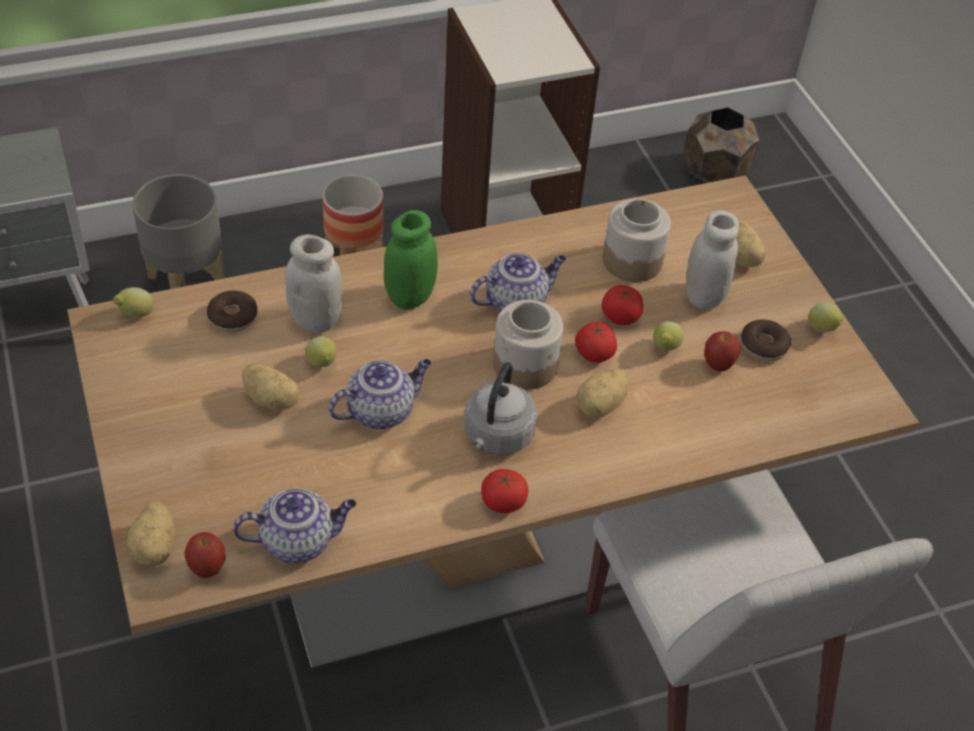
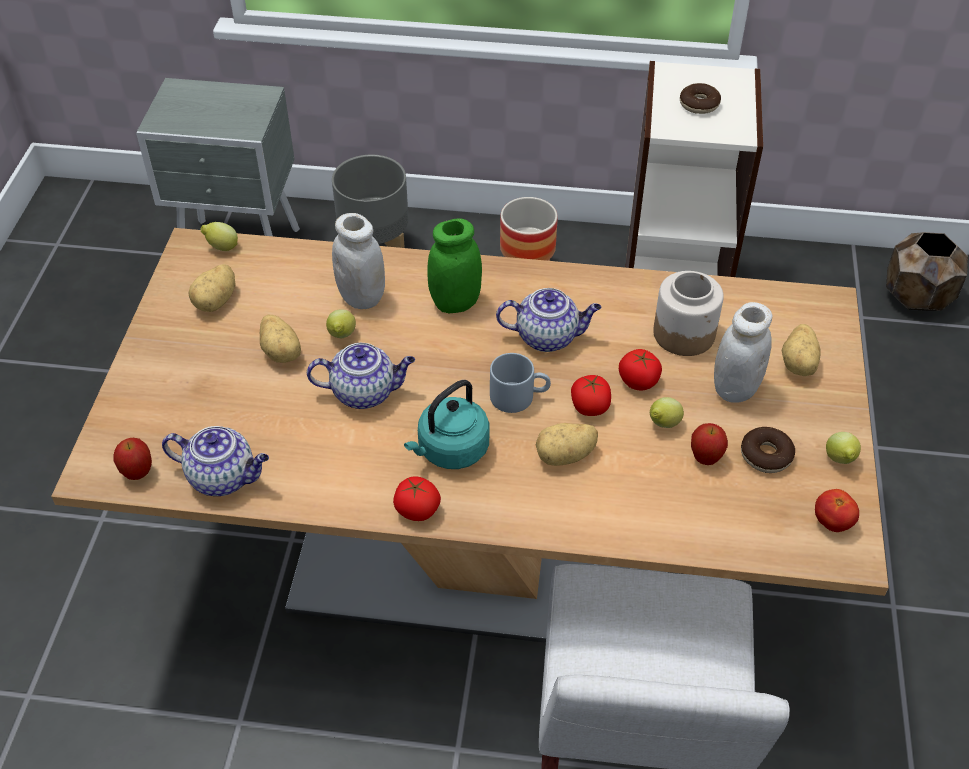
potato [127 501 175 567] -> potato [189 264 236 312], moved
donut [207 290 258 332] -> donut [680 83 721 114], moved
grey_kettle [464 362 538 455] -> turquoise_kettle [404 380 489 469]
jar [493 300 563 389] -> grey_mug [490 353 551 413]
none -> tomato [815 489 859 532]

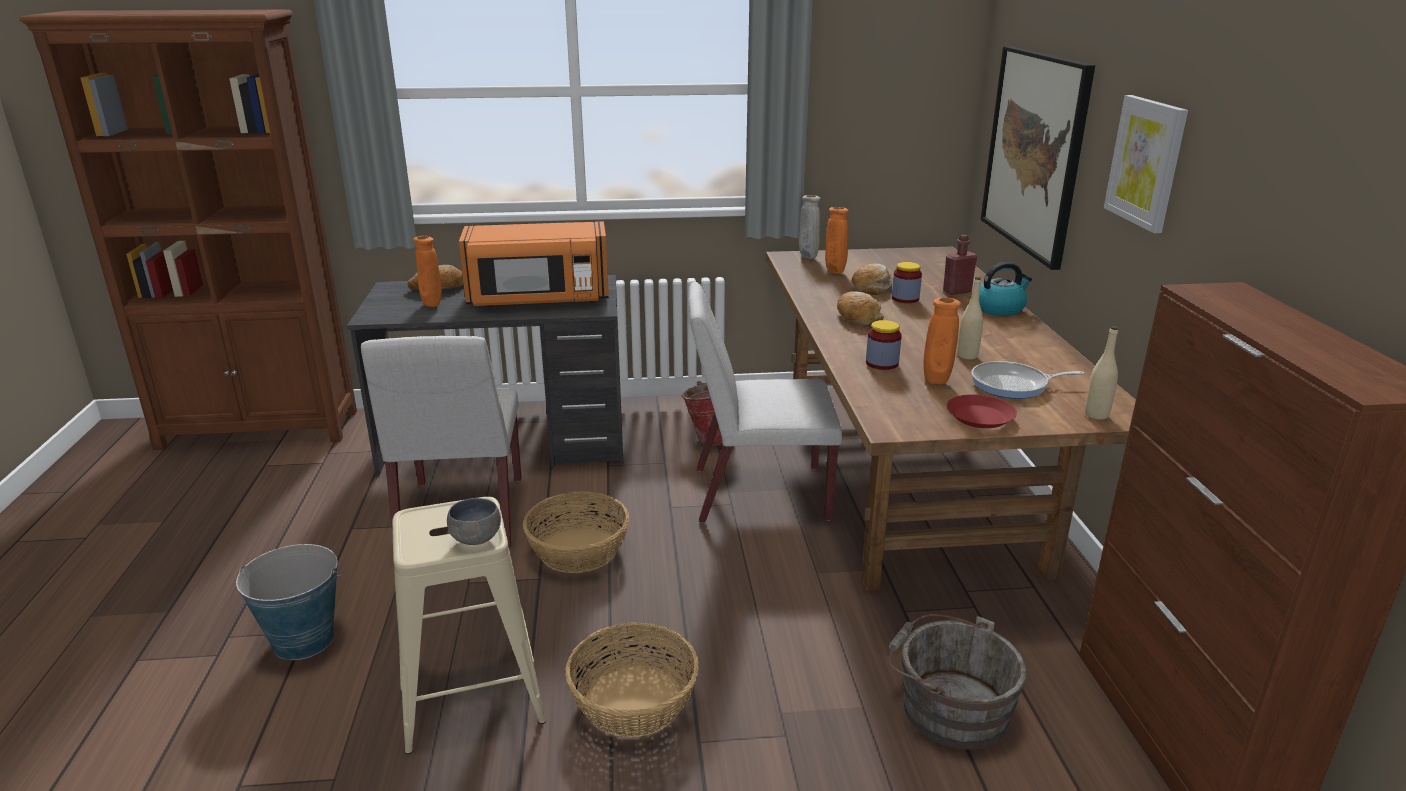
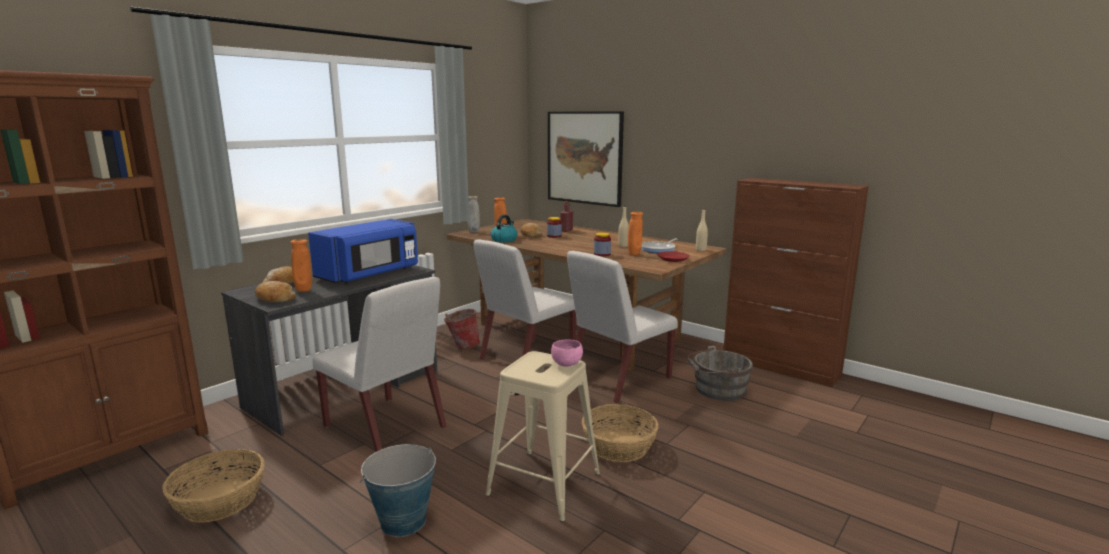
grey_bowl [447 498 501 545] -> pink_bowl [551 339 583 367]
orange_microwave [459 221 609 307] -> blue_microwave [308 219 418 283]
basket [523 491 629 573] -> basket [162 449 265 523], moved
bread [837 291 884 326] -> bread [255 281 296 302], moved
kettle [979 262 1032 316] -> kettle [491 215 518 242], moved
picture [1104 95 1188 233] -> none
none -> white_chair [567 251 678 403]

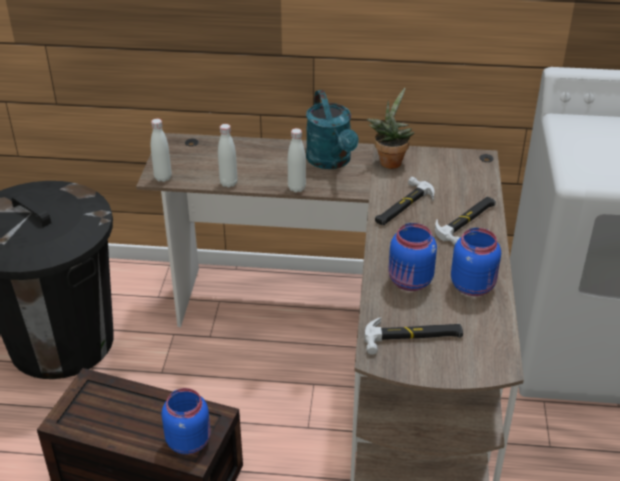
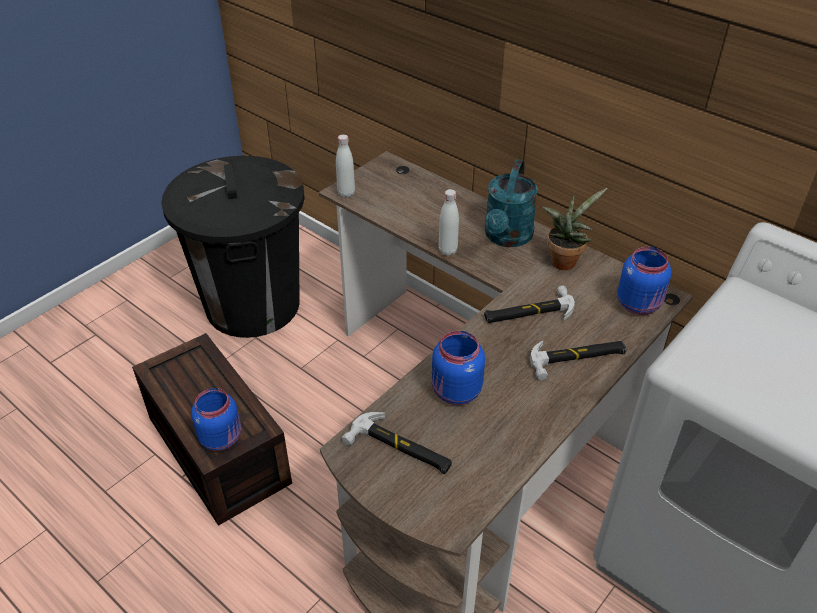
white_bottle [218 124 238 188] -> none
blue_jar [451 228 501 296] -> blue_jar [617 247 672 315], moved

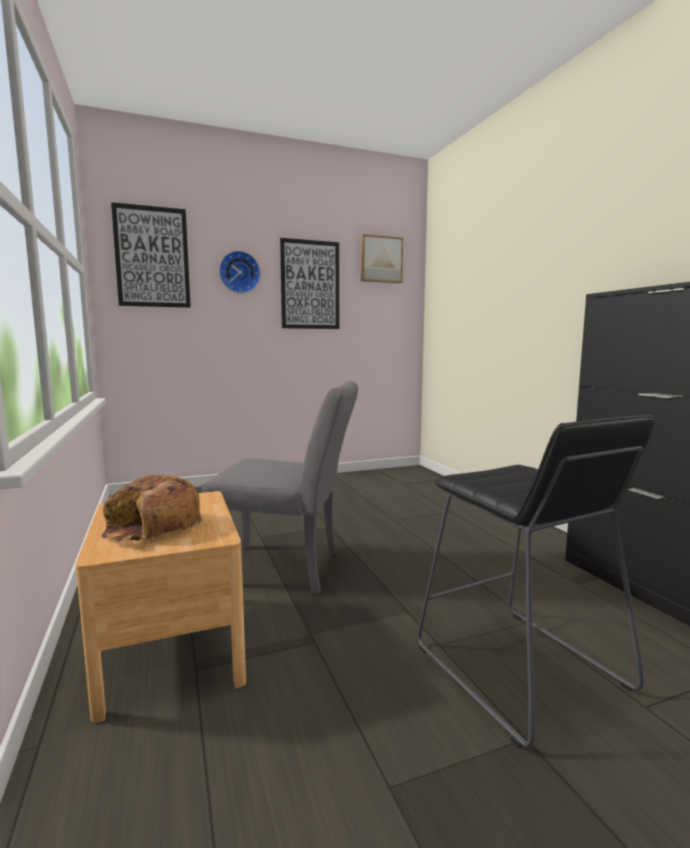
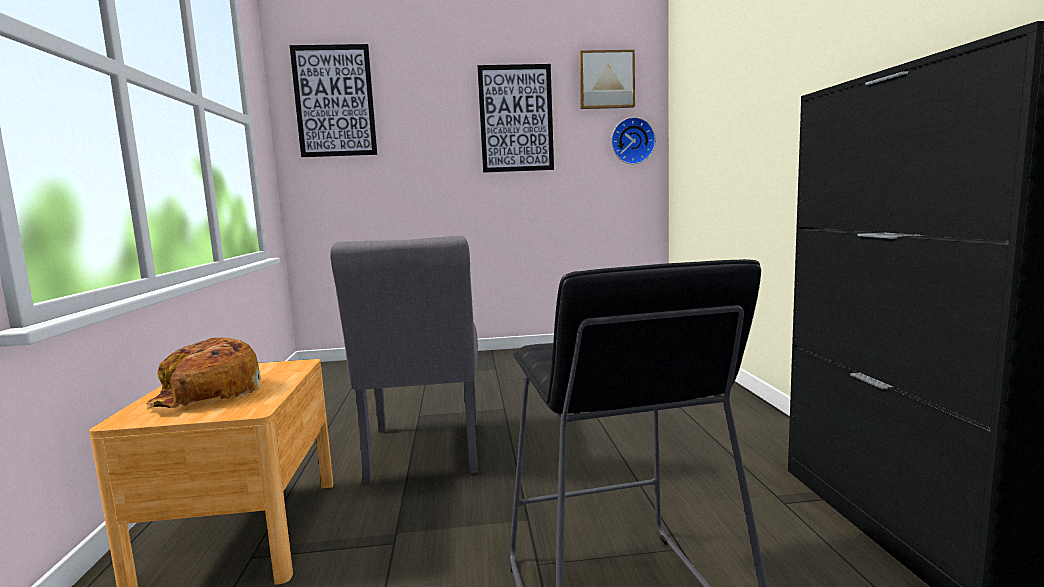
grey_chair [201 381 358 594] -> grey_chair [330 236 478 483], 60 degrees clockwise
wall_clock [219 251 261 294] -> wall_clock [611 117 656 164], moved

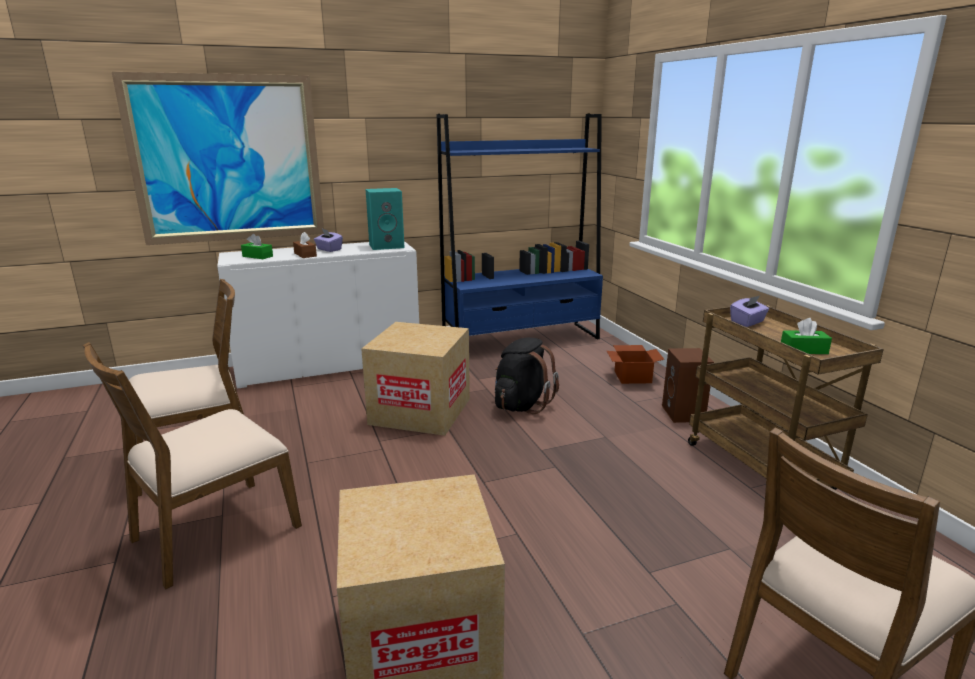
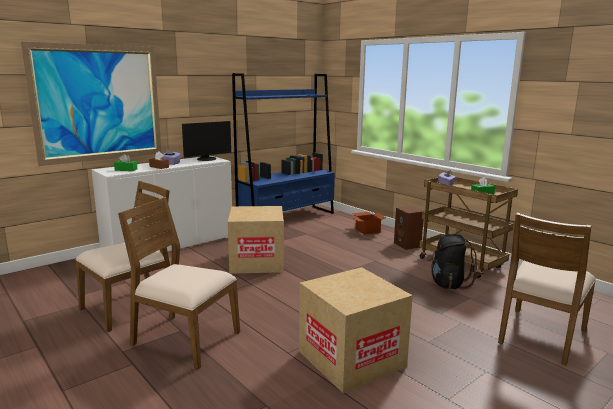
brown_chair [82 342 302 590] -> brown_chair [118 197 240 369], 90 degrees clockwise
turquoise_speaker [366 188 405 250] -> monitor [182 121 231 161]
black_backpack [495 338 559 414] -> black_backpack [428 234 478 289], moved

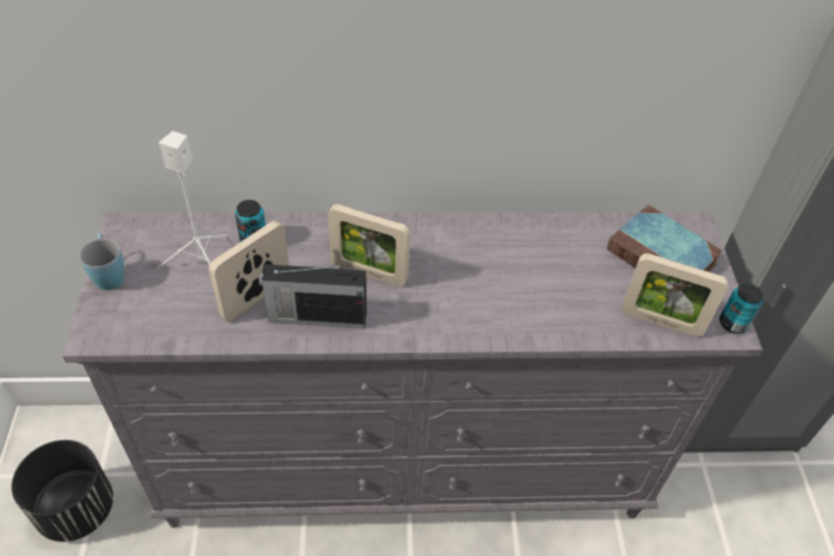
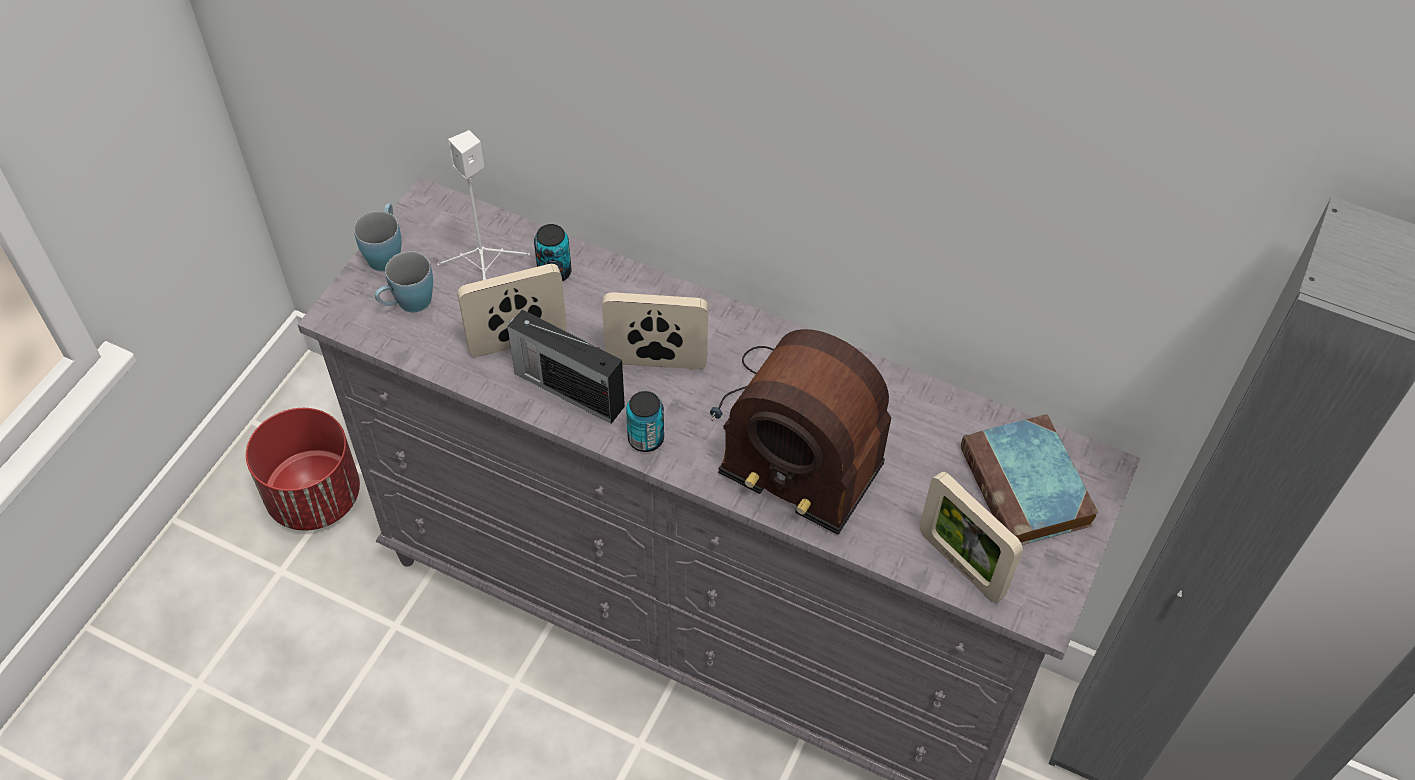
black_planter [11 440 113 542] -> red_planter [246 408 360 531]
picture_frame [328 204 410 286] -> picture_frame [602 292 708 369], 135 degrees clockwise
can [719 283 763 334] -> can [626 391 664 452], moved
none -> blue_mug [375 251 433 312]
none -> radio [710 329 891 535]

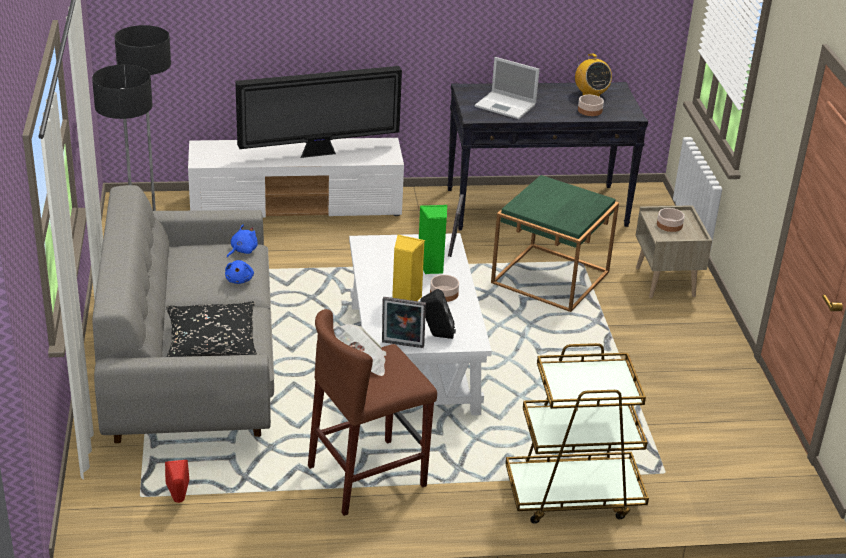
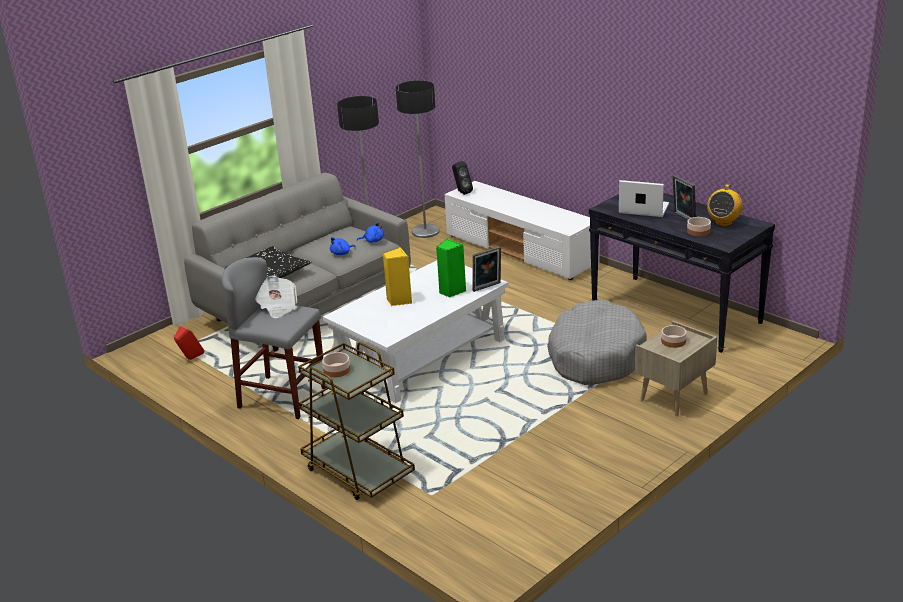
television [235 66 402 158] -> none
brown_stool [308 309 437 516] -> grey_stool [222 257 326 419]
picture_frame [382 297 426 348] -> picture_frame [673 175 696 220], moved
black_speaker [420 289 456 339] -> black_speaker [452 161 473 195], moved
bowl [430 275 459 302] -> bowl [322 352 350 377], moved
laptop [475 57 540 119] -> laptop [619 180 669 217], 120 degrees clockwise
green_side_table [491 175 619 312] -> grey_dog_bed [547 300 647 385]

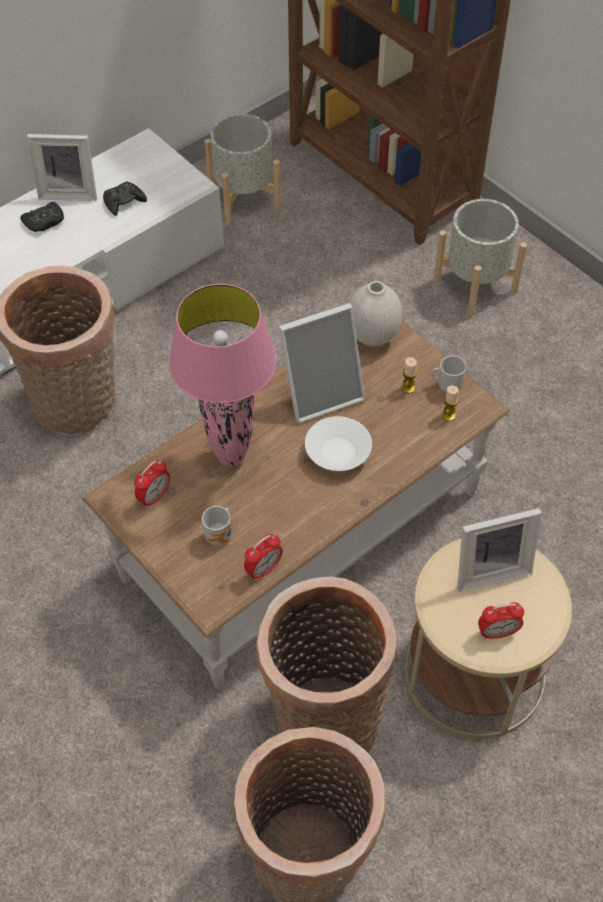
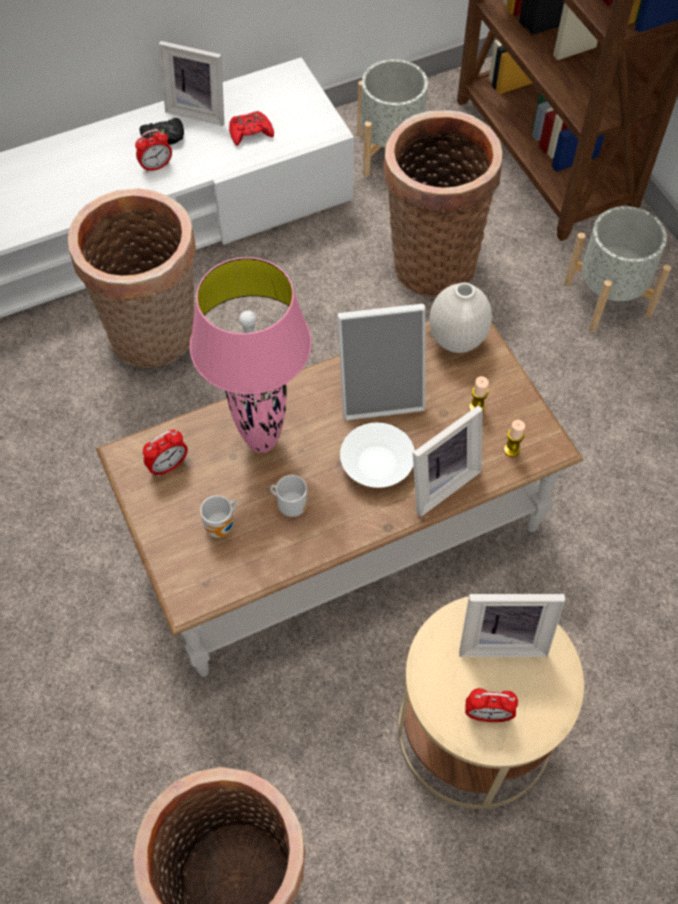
black_game_controller [103 181 147 216] -> red_game_controller [229 111 274 146]
alarm_clock [244 534 283 581] -> alarm_clock [135 129 172 173], moved
basket [256 577 397 753] -> basket [383 110 502 297], moved
mug [431 356 466 392] -> mug [270 475 307 517], moved
none -> picture_frame [413 405 483 516]

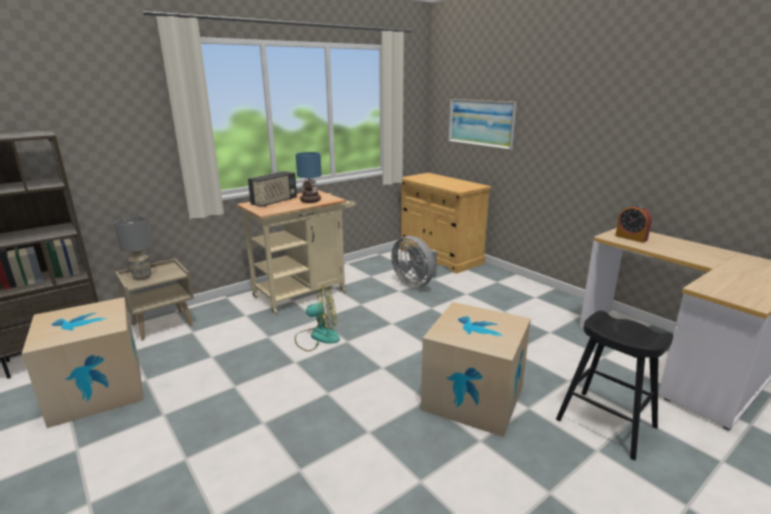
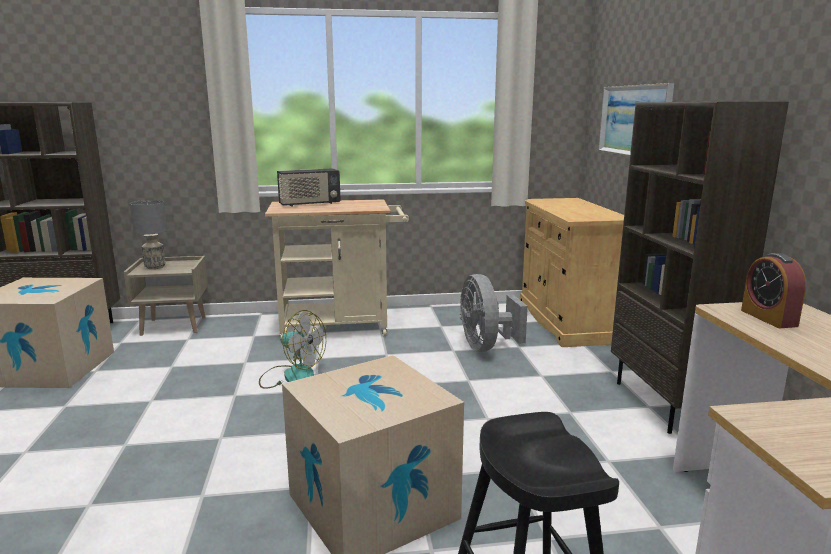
table_lamp [296 152 322 203] -> none
none -> brown_bookcase [611 102 789 434]

